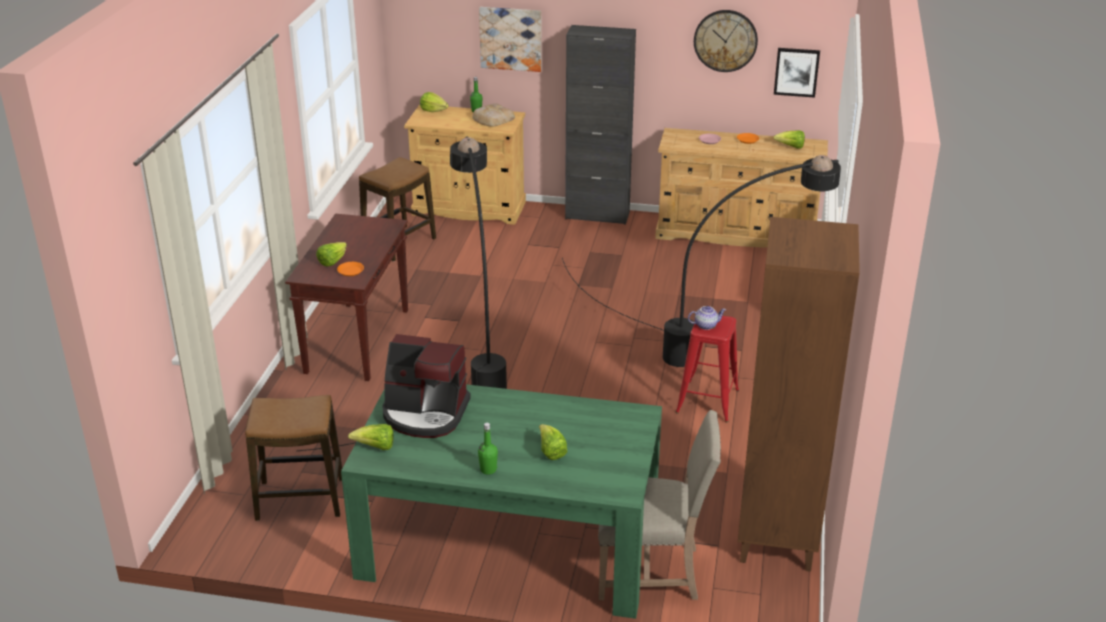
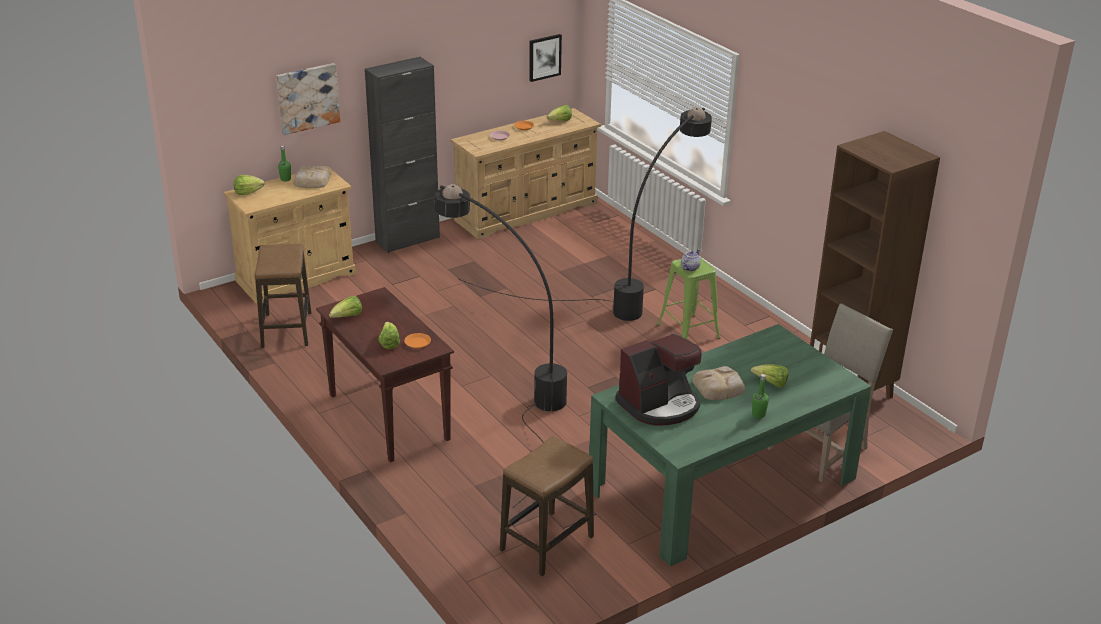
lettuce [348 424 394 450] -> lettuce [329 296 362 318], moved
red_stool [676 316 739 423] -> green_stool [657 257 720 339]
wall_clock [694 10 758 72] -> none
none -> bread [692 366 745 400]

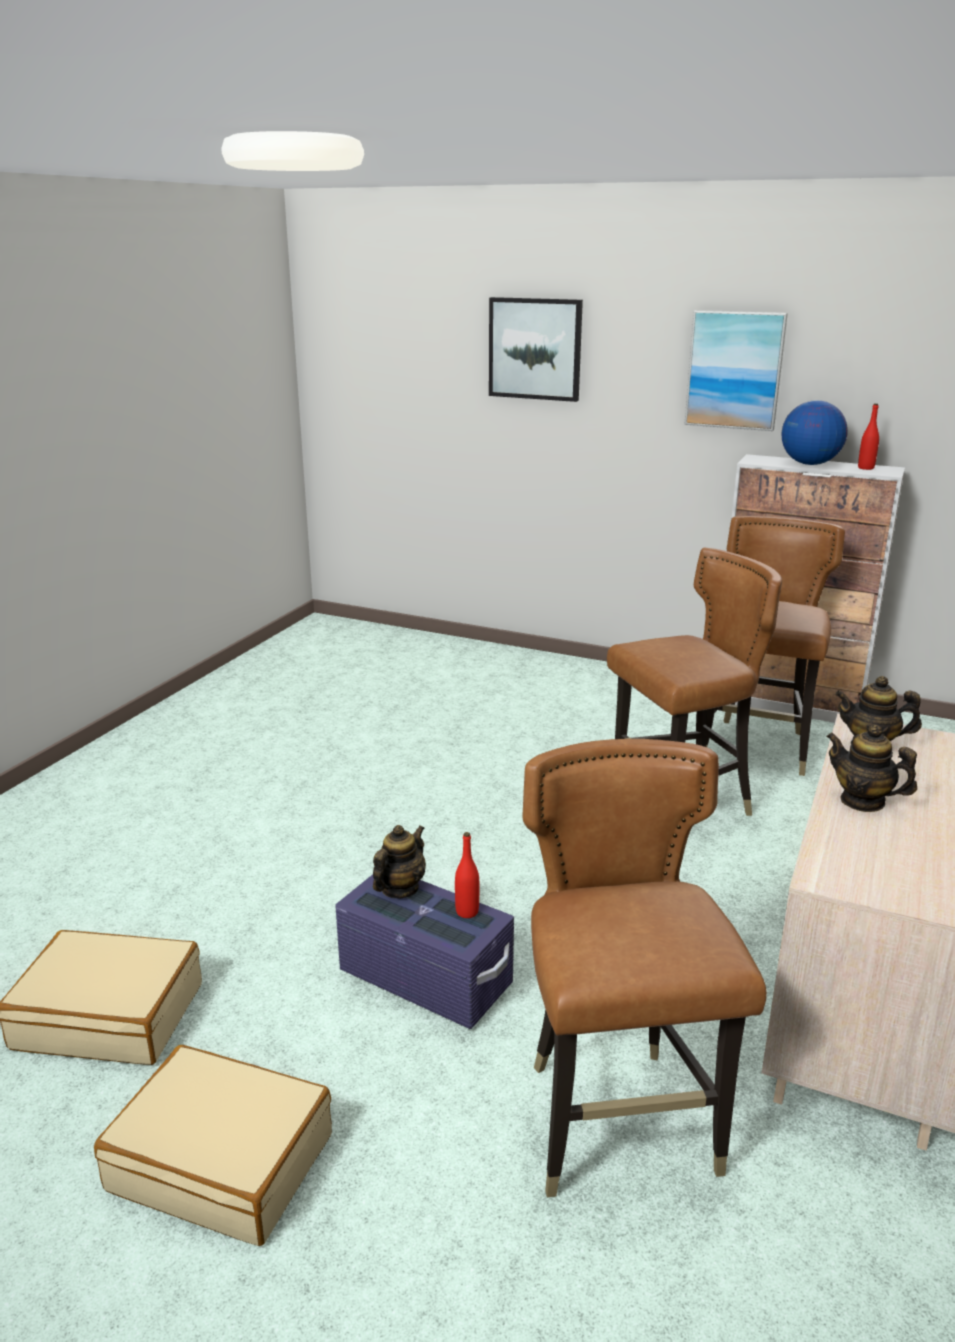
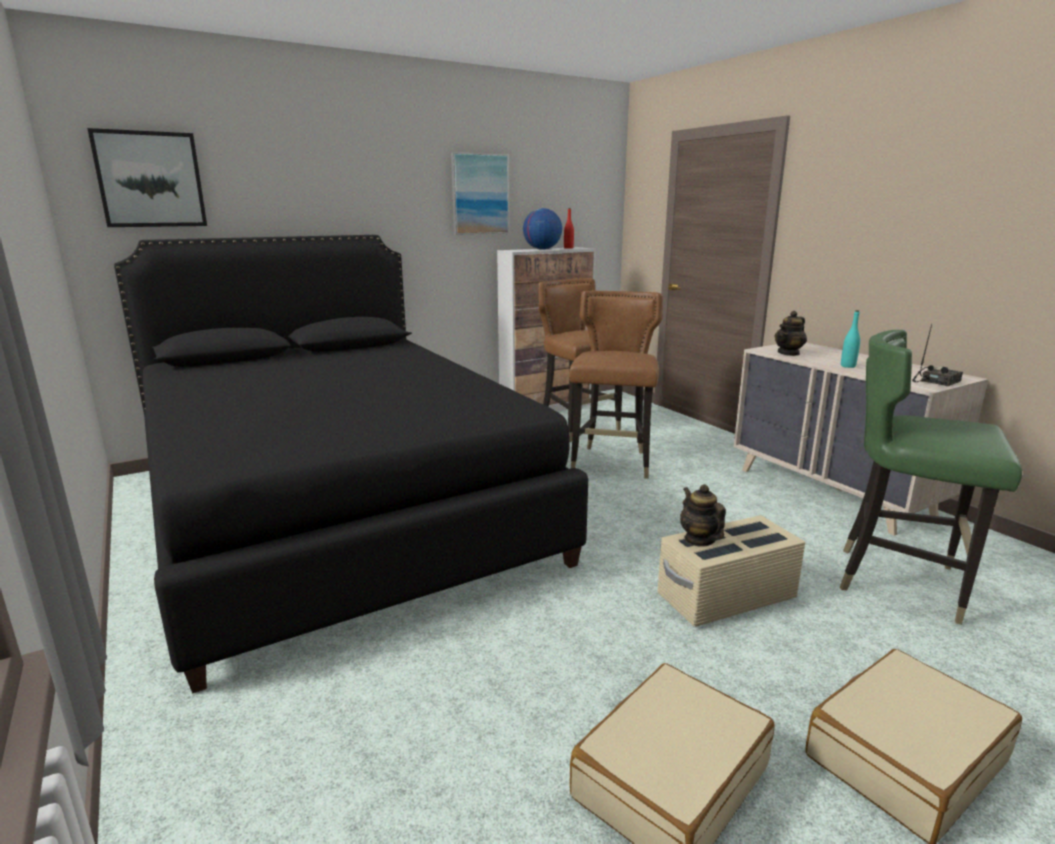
purple_storage_box [335 874 514 1029] -> beige_storage_box [657 515 805 627]
red_bottle [455 832 479 918] -> none
picture [489 297 583 402] -> picture [87 128 207 227], moved
brown_chair [522 739 767 1197] -> green_chair [840 330 1022 625]
teapot [826 725 917 812] -> turquoise_bottle [841 310 860 368]
none -> black_bed [114 235 588 694]
none -> radio [912 324 963 386]

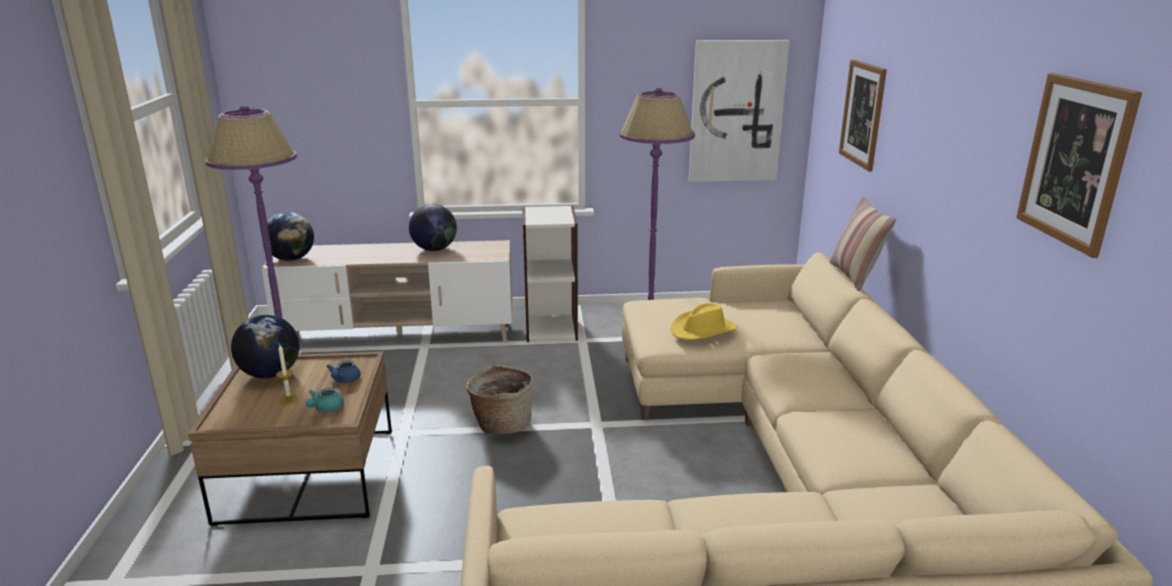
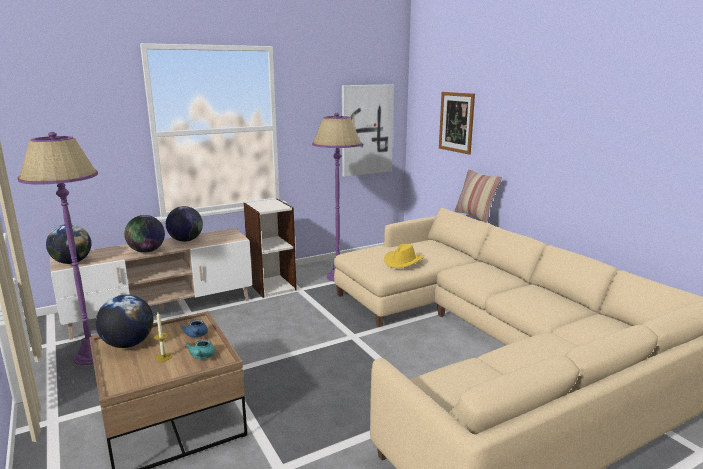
basket [466 365 533 434] -> none
picture [1016 73 1142 258] -> none
none -> globe [124 215 165 253]

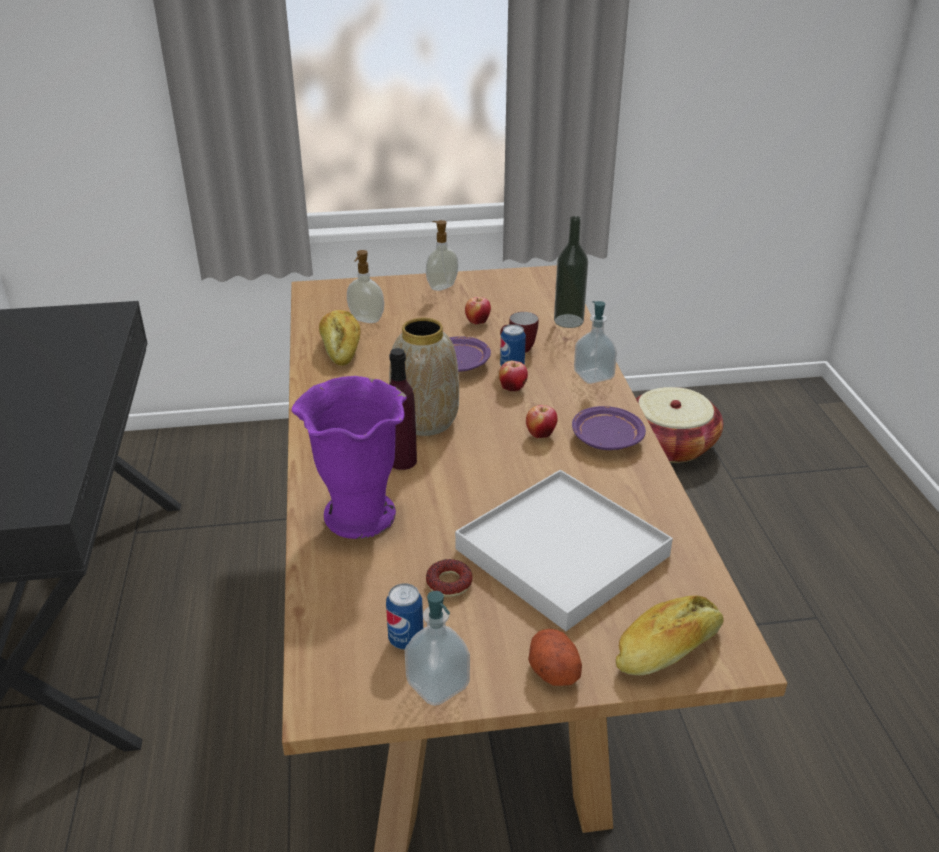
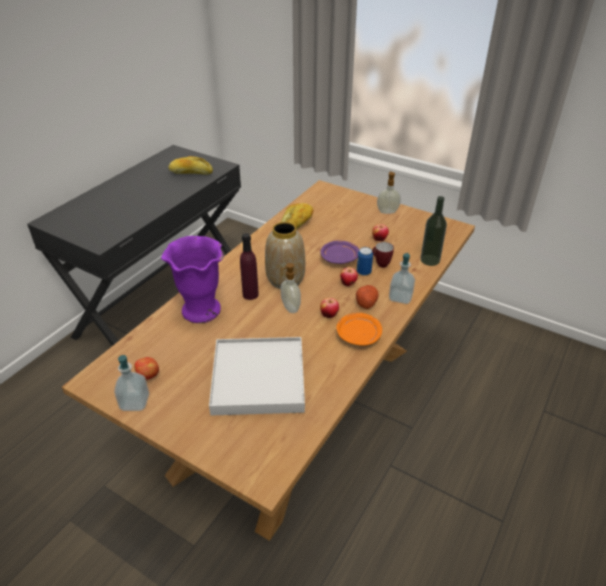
soap_dispenser [347 250 384 323] -> soap_dispenser [280 263 301 313], moved
can [386 583 423 649] -> apple [134 357 159 380]
donut [426 559 473 597] -> none
potato [528 629 582 686] -> potato [356 285 378 309], moved
purple_plate [572 406 646 450] -> orange_plate [337 313 382 346]
bread [616 595 724 675] -> bread [168 156 213 175], moved
basket [636 387 723 463] -> none

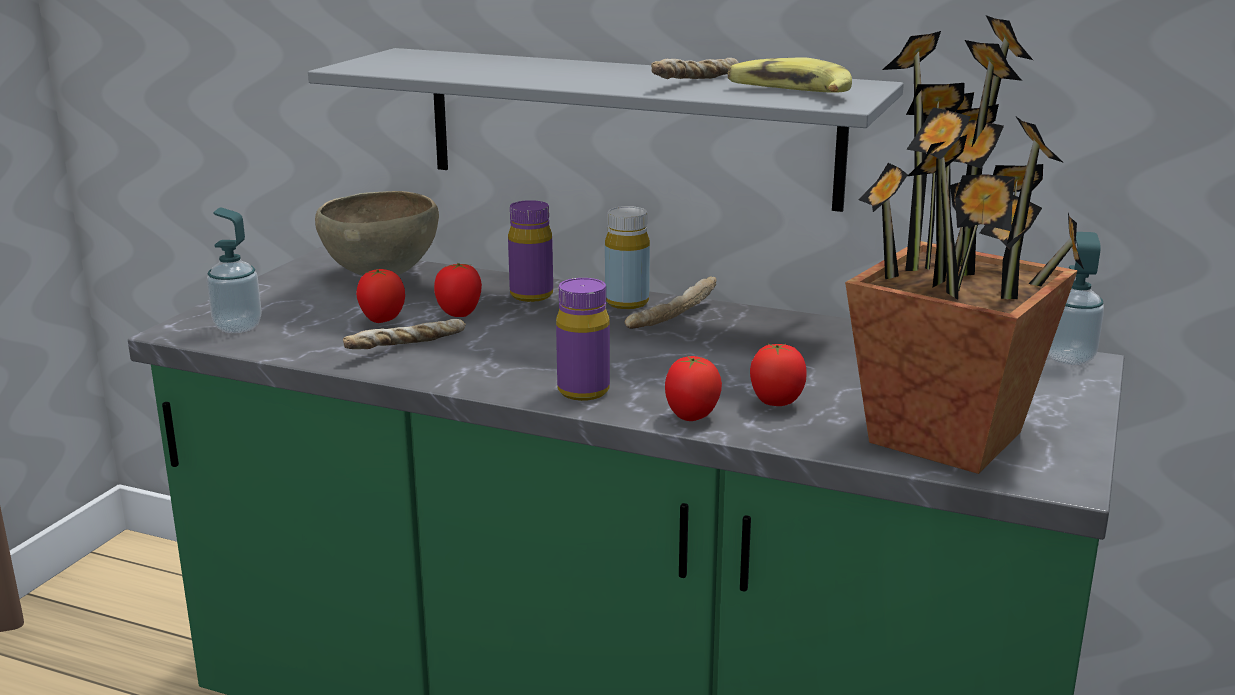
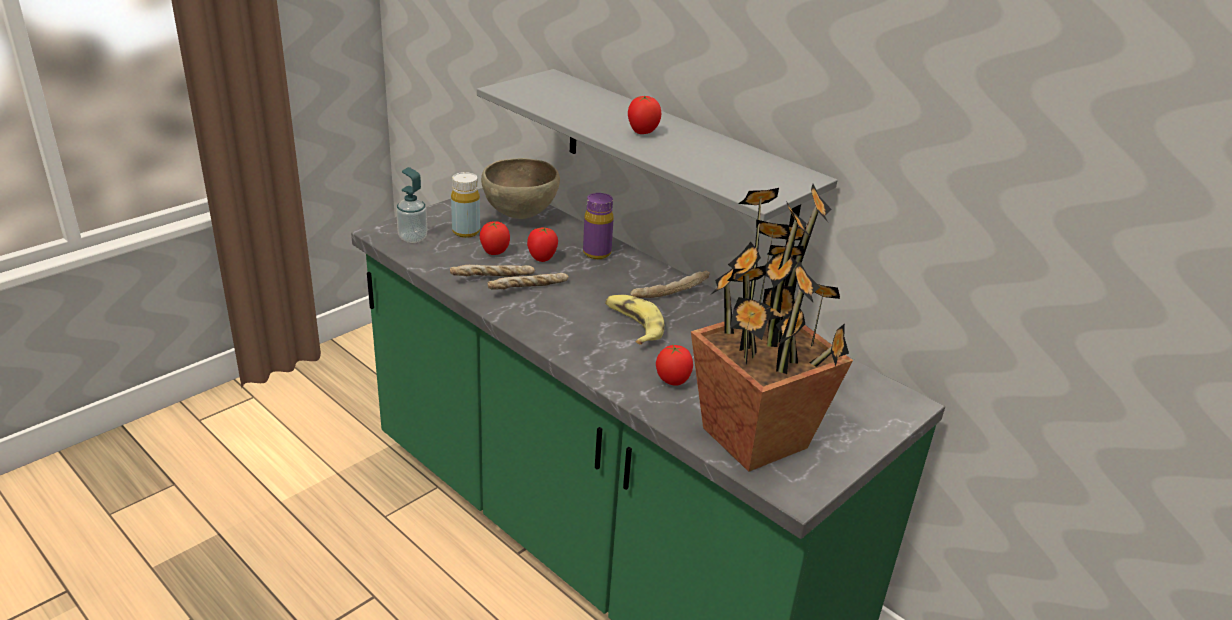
purple_bottle [556 278 610 401] -> none
yellow_bottle [605 206 650 309] -> yellow_bottle [451 172 480 238], moved
bread [651 58 739 79] -> bread [488 273 569 290], moved
tomato [665 356 722 421] -> tomato [628 96 661 134], moved
banana [727 57 852 93] -> banana [605 295 664 345], moved
soap_dispenser [1048 232 1104 365] -> none

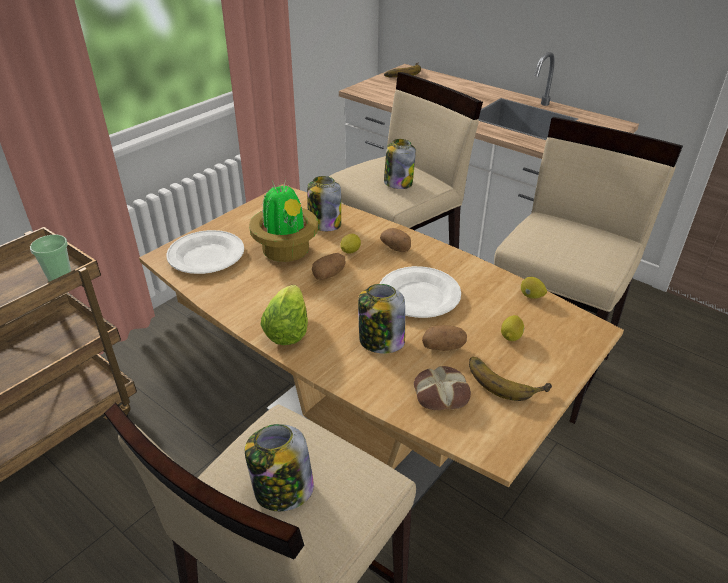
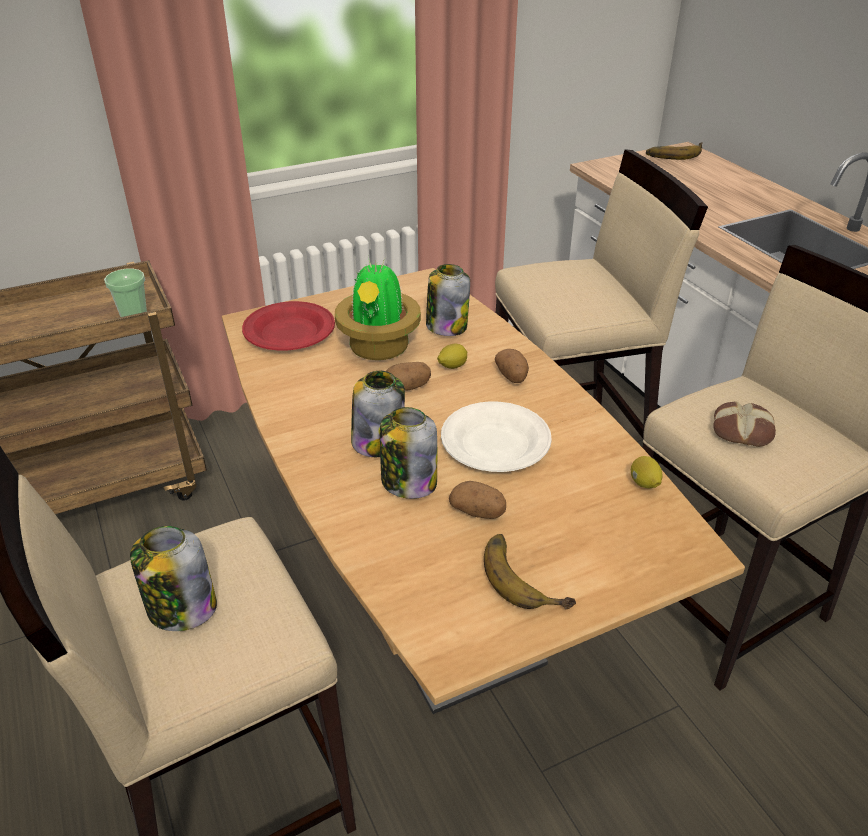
white_plate [167 230 244 274] -> red_plate [242 301 335 351]
lettuce [261 285 308 345] -> none
jar [384 139 416 189] -> jar [351 371 405 457], moved
bread [414 366 471 410] -> bread [713 401 776 447], moved
lemon [501 315 524 341] -> none

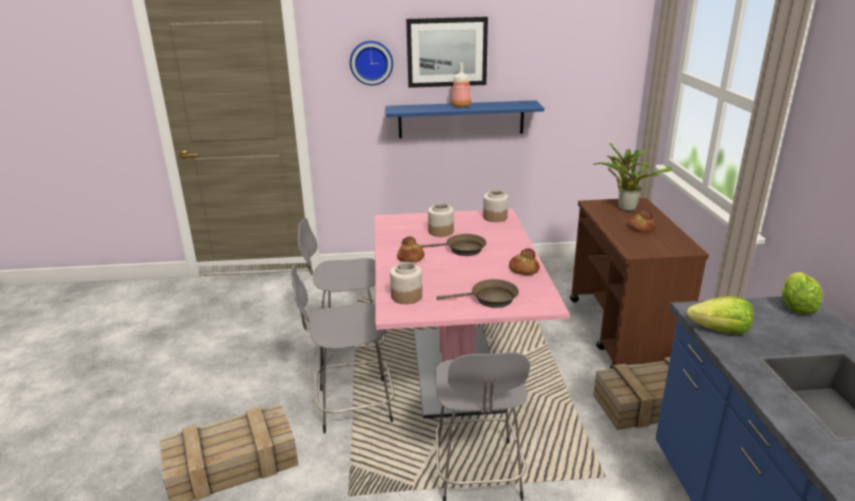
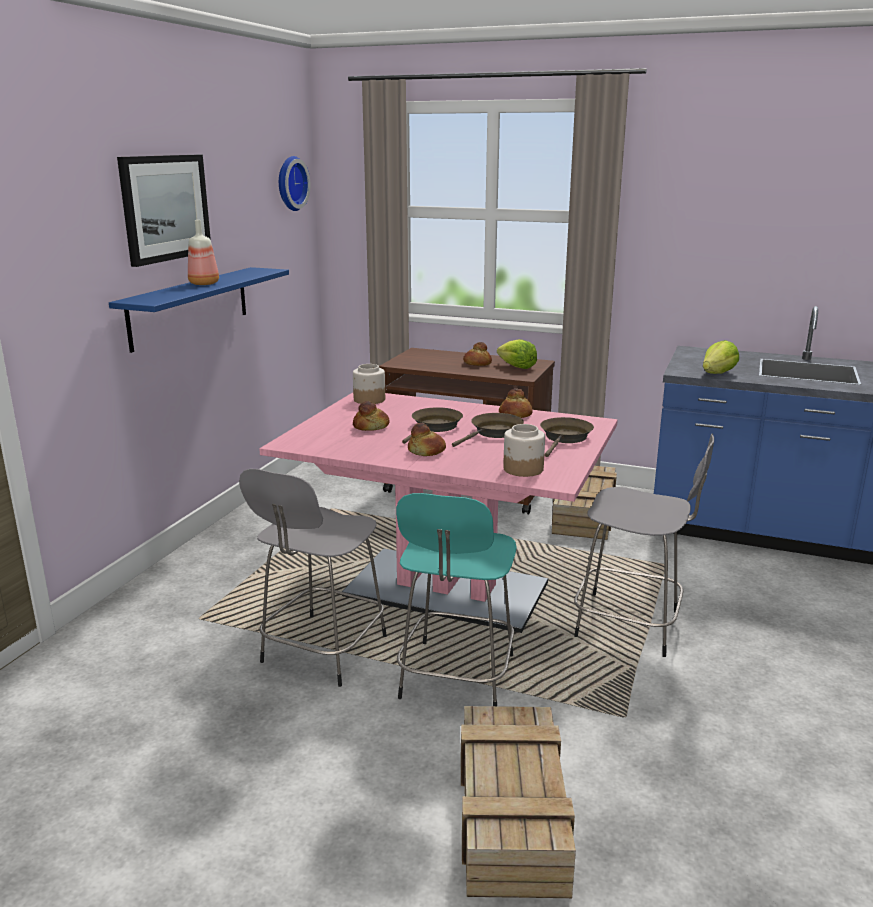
grey_stool [291 264 394 433] -> turquoise_stool [396 493 517 706]
wall_clock [350 41 393 85] -> wall_clock [279 156 310 211], moved
jar [428 203 454 237] -> bread [353 401 390 431]
potted_plant [593 143 672 211] -> none
lettuce [782 272 822 314] -> lettuce [497 339 537 369], moved
none -> brown_frying_pan [452 413 524 447]

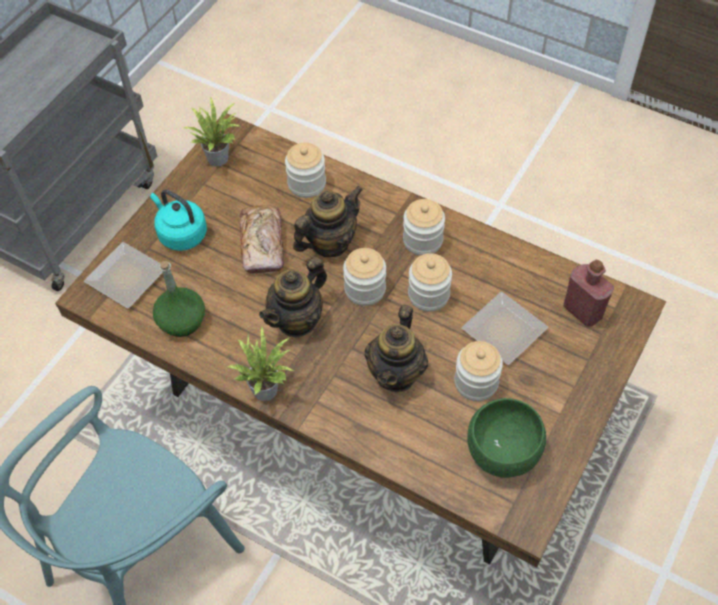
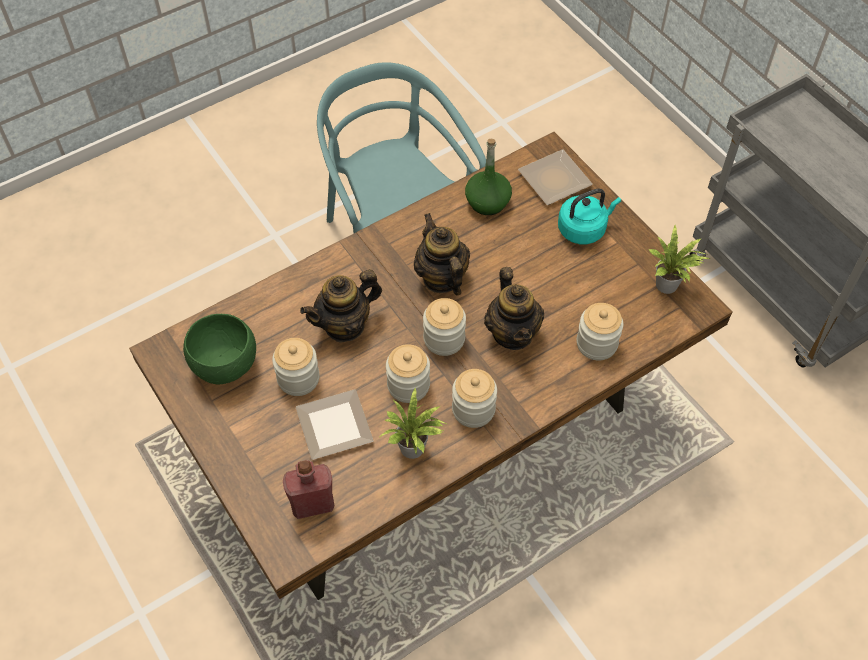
potted_plant [227 326 294 401] -> potted_plant [380 387 447 459], moved
bread [240 205 284 274] -> none
teapot [365 305 428 392] -> teapot [300 270 382 343], 75 degrees counterclockwise

